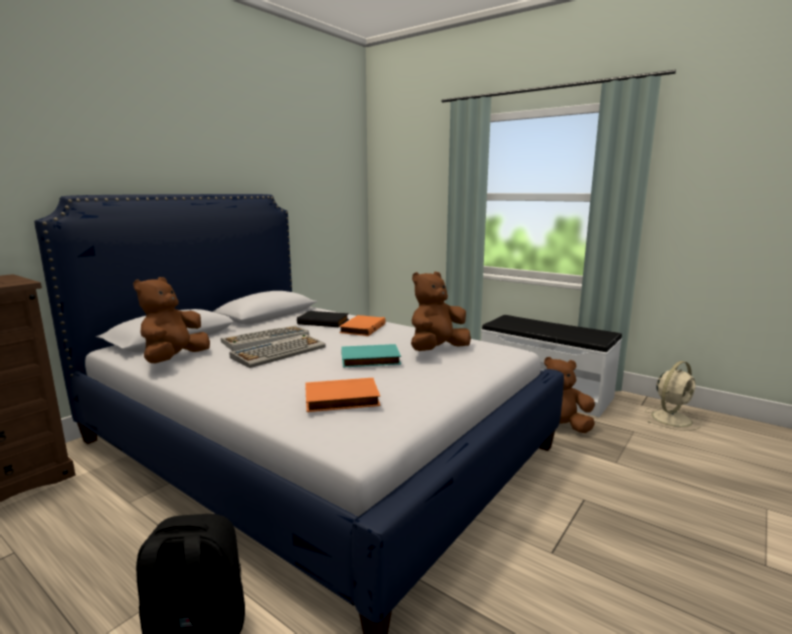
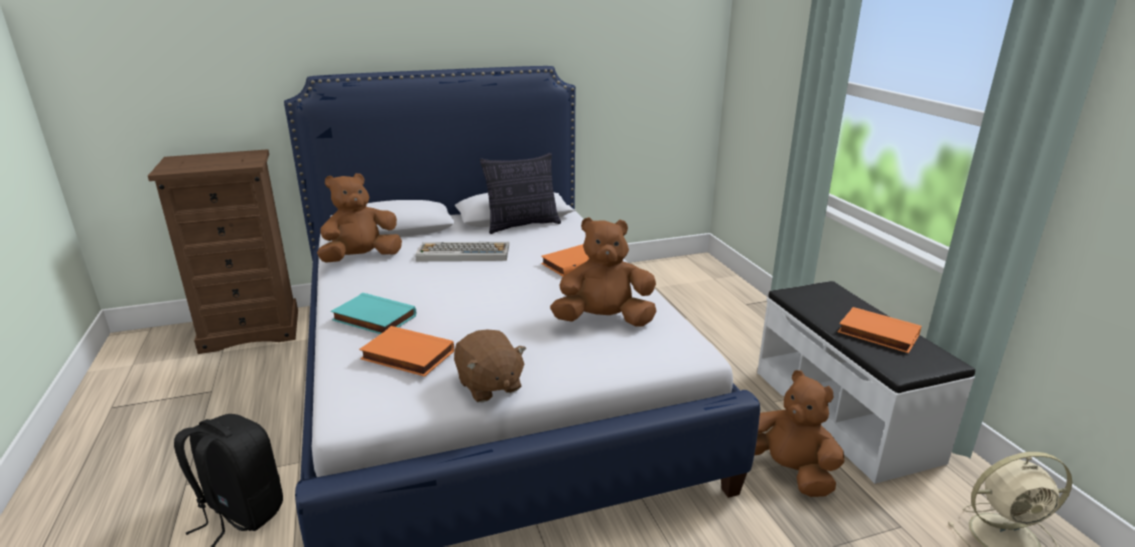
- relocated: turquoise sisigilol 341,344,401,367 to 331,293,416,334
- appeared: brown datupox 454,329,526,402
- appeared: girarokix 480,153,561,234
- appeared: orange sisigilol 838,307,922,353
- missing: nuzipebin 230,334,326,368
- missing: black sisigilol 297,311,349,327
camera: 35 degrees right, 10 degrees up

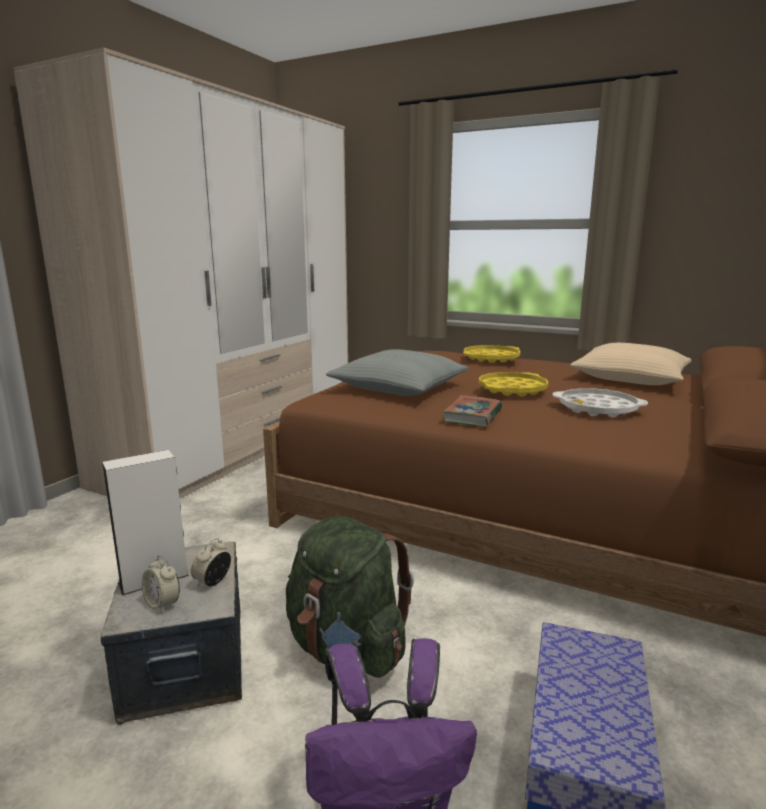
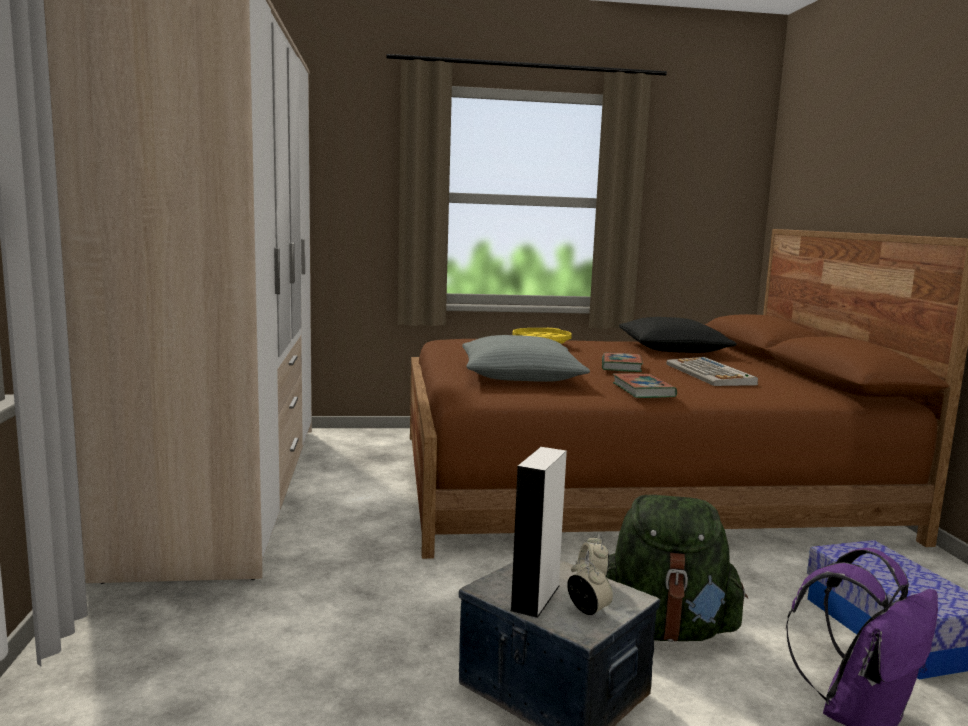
- spun: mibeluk 142,555,180,613 = 567,558,613,615 135 degrees counterclockwise
- exchanged: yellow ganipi 479,372,548,397 to sisigilol 602,353,643,372
- colour: beige girarokix 570,343,691,385 to black girarokix 619,317,737,353
- exchanged: white ganipi 553,388,648,417 to nuzipebin 666,357,758,386
camera: 35 degrees left, 5 degrees down

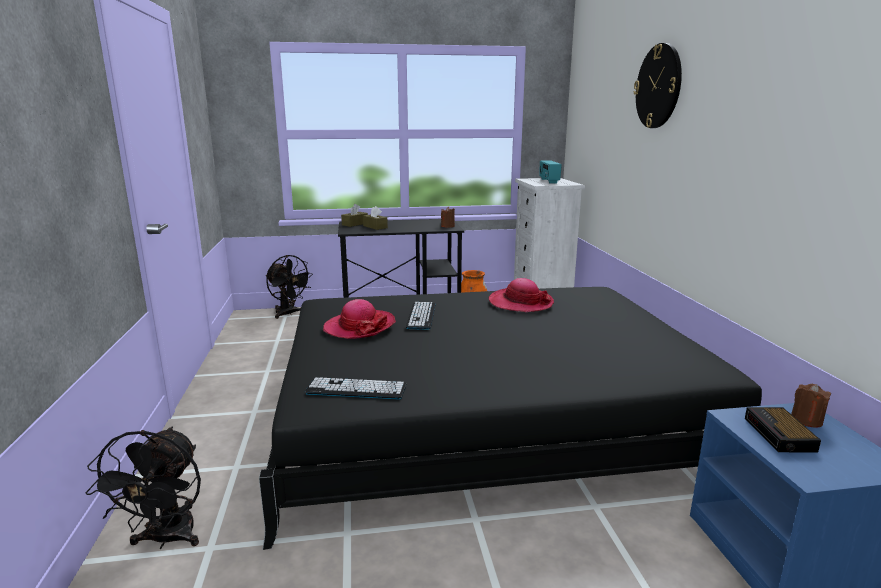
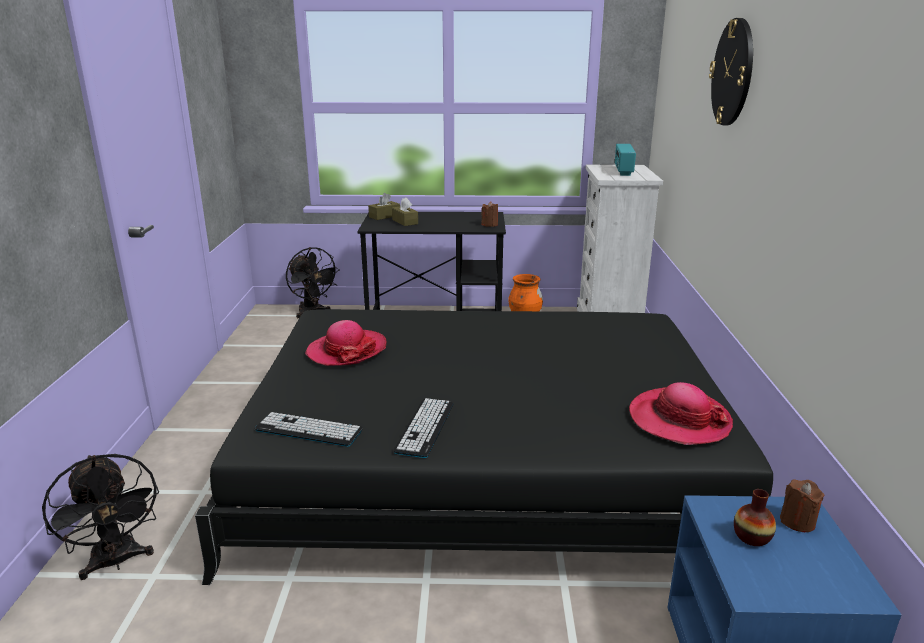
- spun: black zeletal 86,427,201,549 = 42,454,159,580 45 degrees counterclockwise
- relocated: nuzipebin 406,302,436,330 to 393,398,454,458
- relocated: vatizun 489,278,554,312 to 629,382,733,445
- exchanged: mibeluk 745,407,821,452 to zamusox 734,489,776,546
camera: 10 degrees right, 5 degrees up

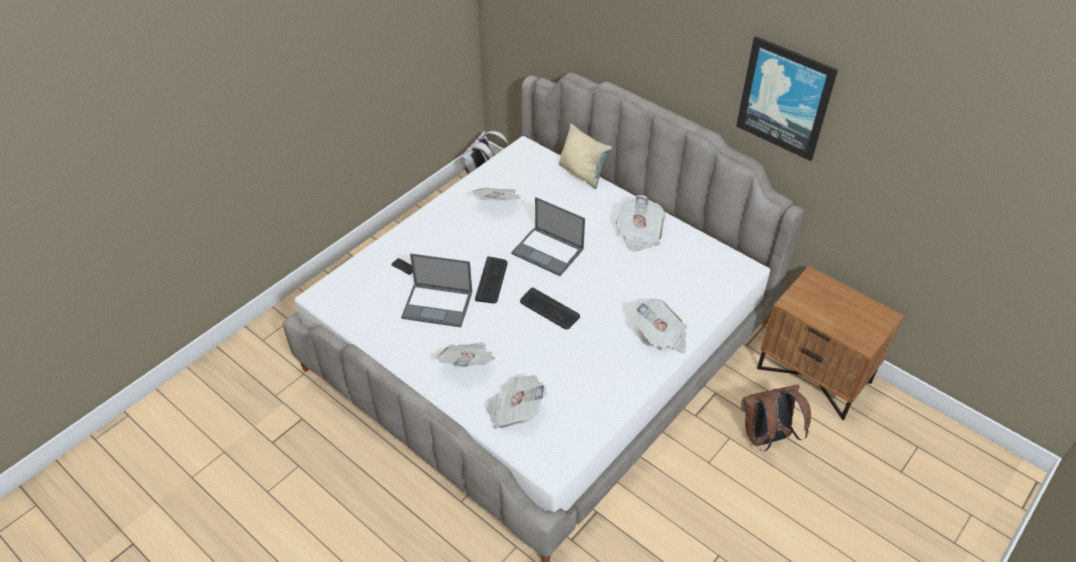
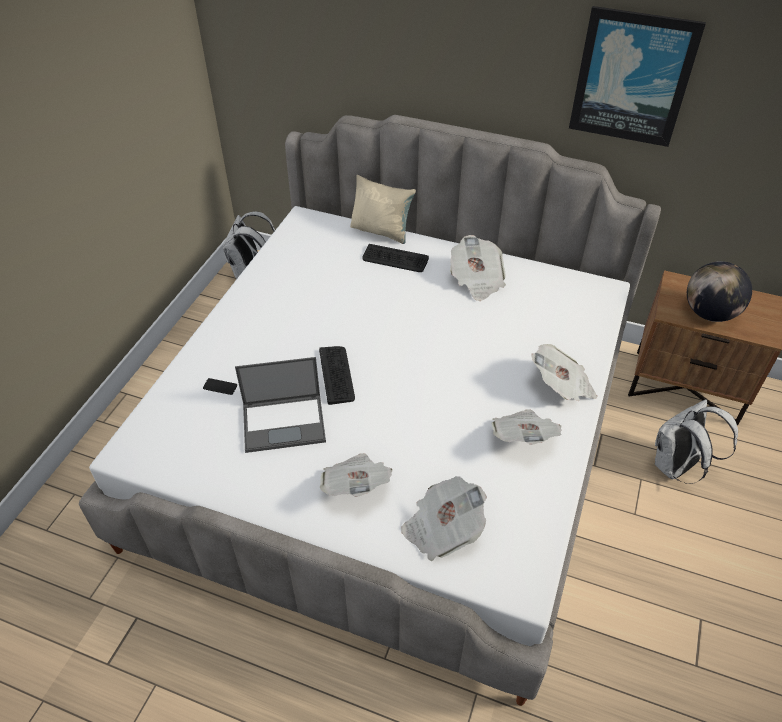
- relocated: nuzipebin 520,287,580,329 to 362,244,429,272
- relocated: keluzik 472,187,521,200 to 492,409,562,445
- colour: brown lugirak 741,384,811,451 to white lugirak 655,399,738,484
- appeared: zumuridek 687,261,752,322
- missing: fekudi 511,197,585,276
camera: 20 degrees left, 0 degrees up

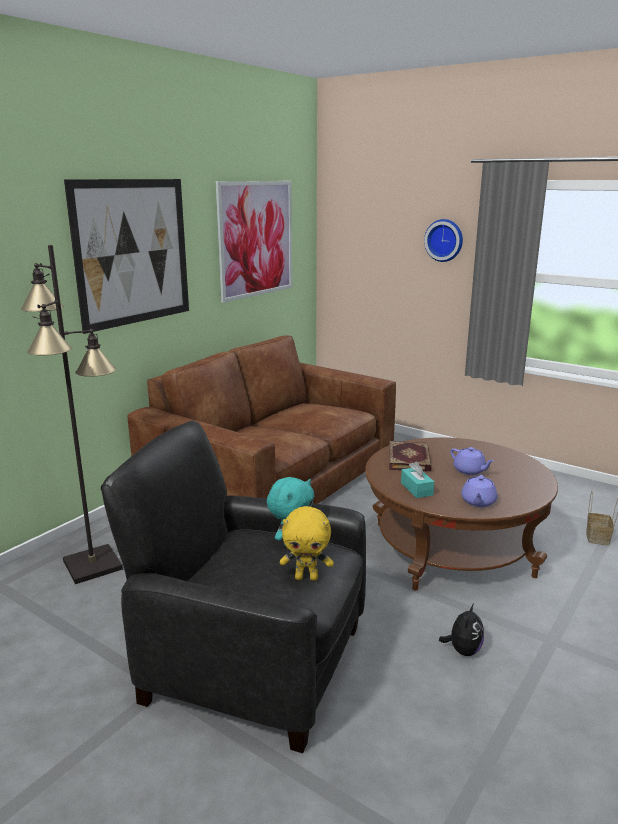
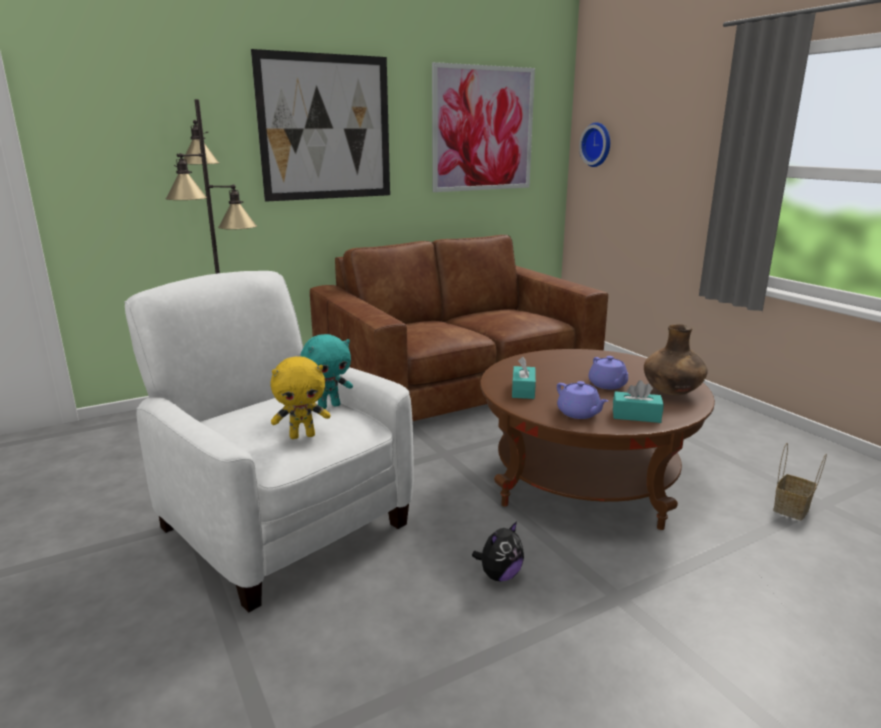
- colour: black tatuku 101,420,366,753 to white tatuku 124,271,414,612
- spun: yellow datupox 280,506,333,581 = 270,356,331,439 45 degrees counterclockwise
- spun: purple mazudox 461,475,497,507 = 557,381,608,419 75 degrees counterclockwise
- relocated: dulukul 424,219,463,262 to 579,122,610,167
- appeared: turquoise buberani 613,380,664,423
- appeared: brown zamusox 644,324,708,395
- missing: sisigilol 389,441,432,472
camera: 25 degrees right, 0 degrees up

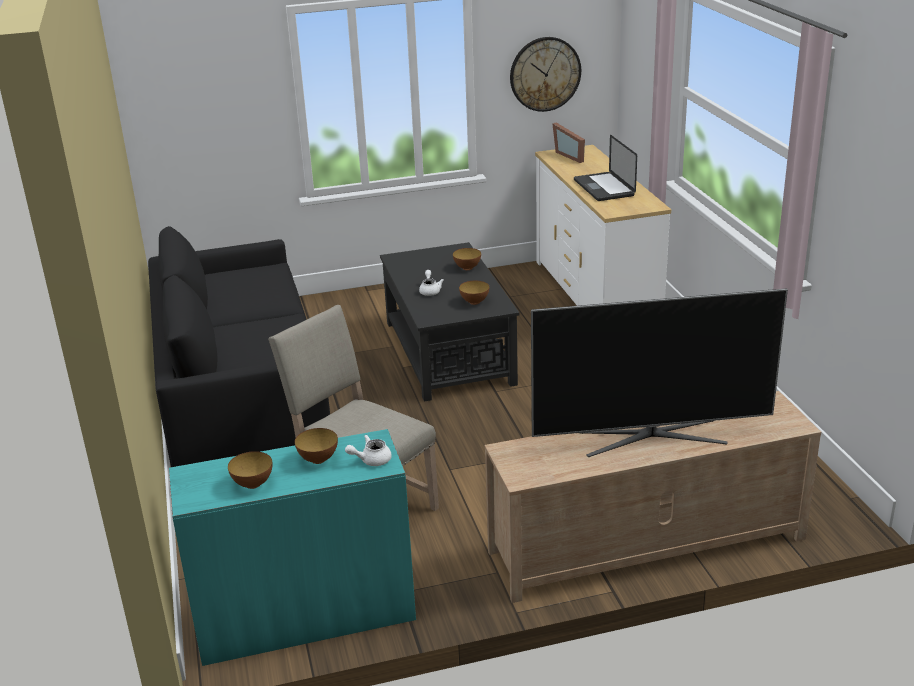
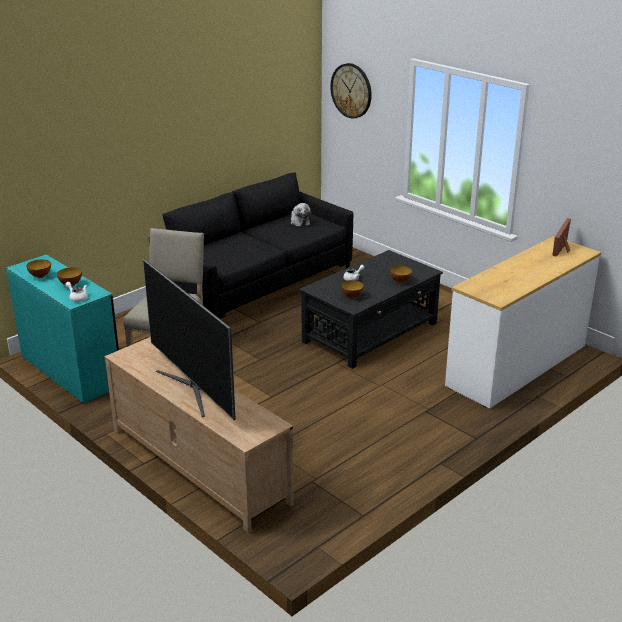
- appeared: datupox 291,203,312,227
- relocated: dulukul 510,37,581,112 to 330,63,372,119
- missing: fekudi 574,135,637,201
camera: 60 degrees right, 0 degrees up

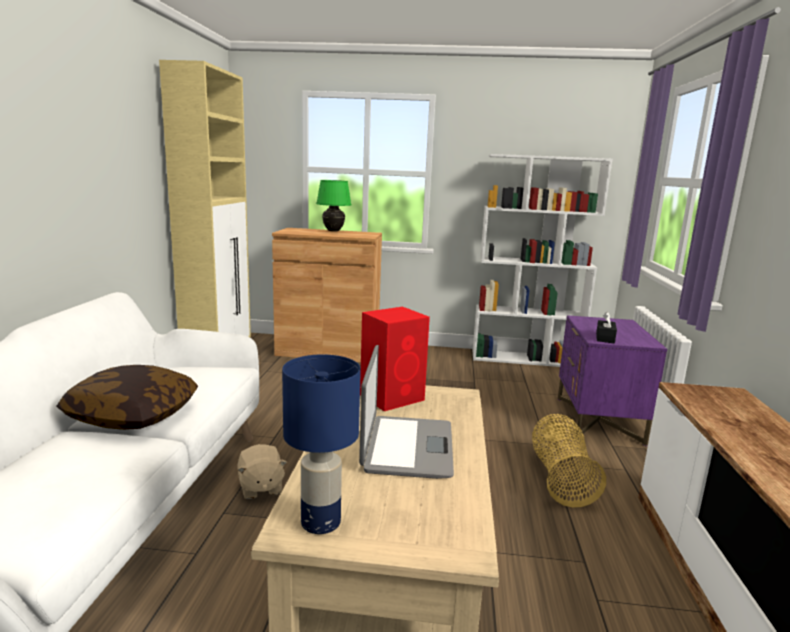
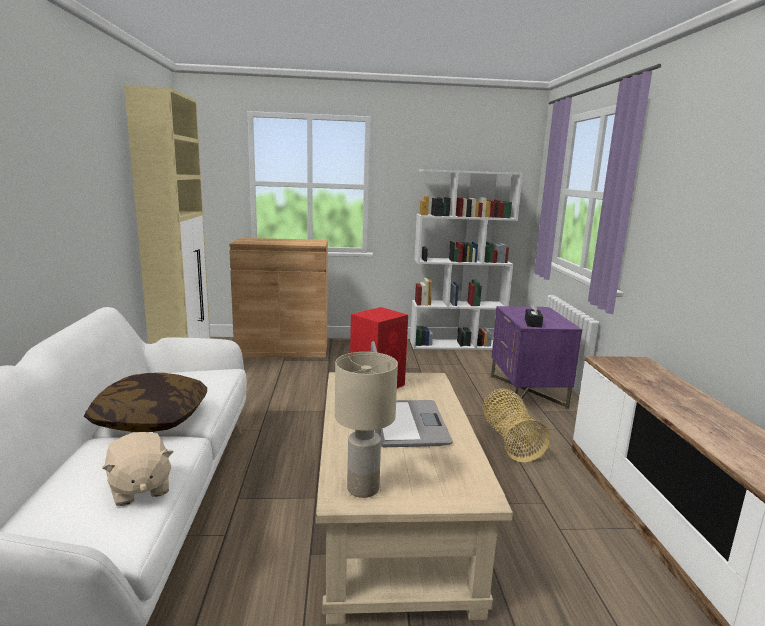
- relocated: beige datupox 237,444,287,499 to 102,432,173,506
- colour: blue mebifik 282,354,361,534 to beige mebifik 335,352,398,498
- missing: green mebifik 316,180,351,232
camera: 10 degrees left, 0 degrees up

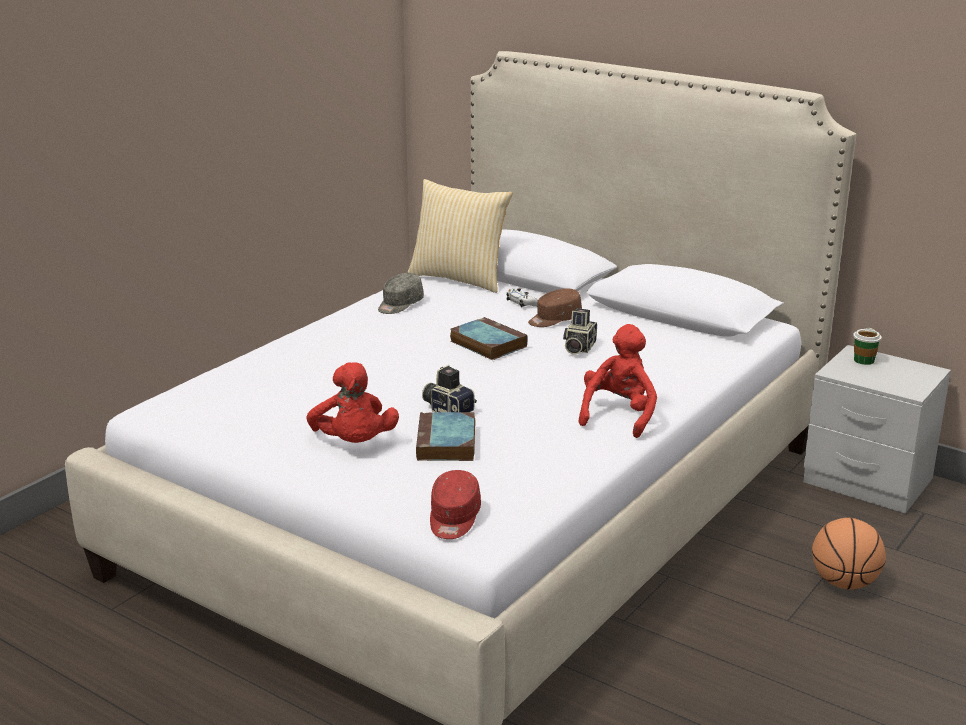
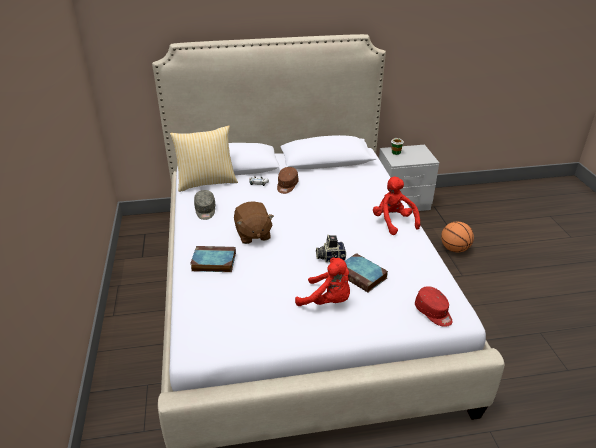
- relocated: sisigilol 450,317,527,360 to 190,246,236,272
- appeared: brown datupox 234,202,274,244
- missing: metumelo 563,308,597,355
camera: 45 degrees left, 10 degrees up

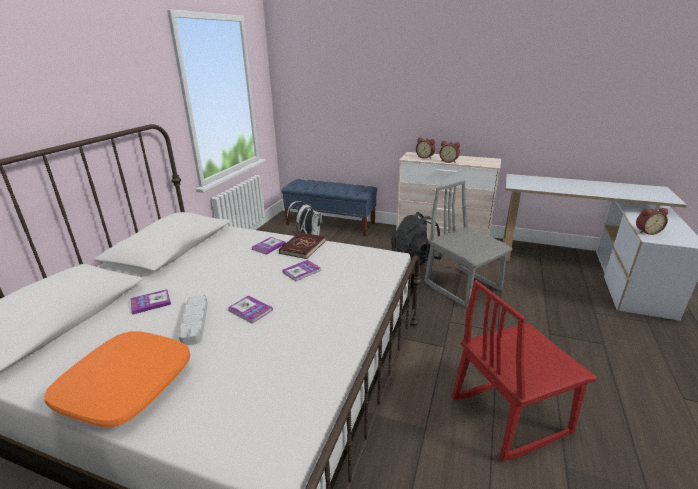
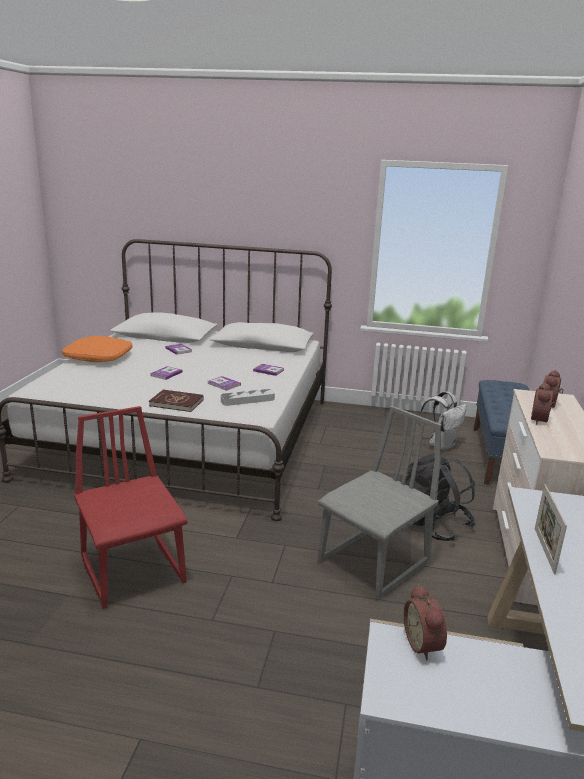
- relocated: red sisigilol 279,232,326,259 to 149,390,204,412
- relocated: grey ganipi 178,295,208,345 to 221,389,275,406
- appeared: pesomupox 535,484,567,575
camera: 80 degrees right, 5 degrees down

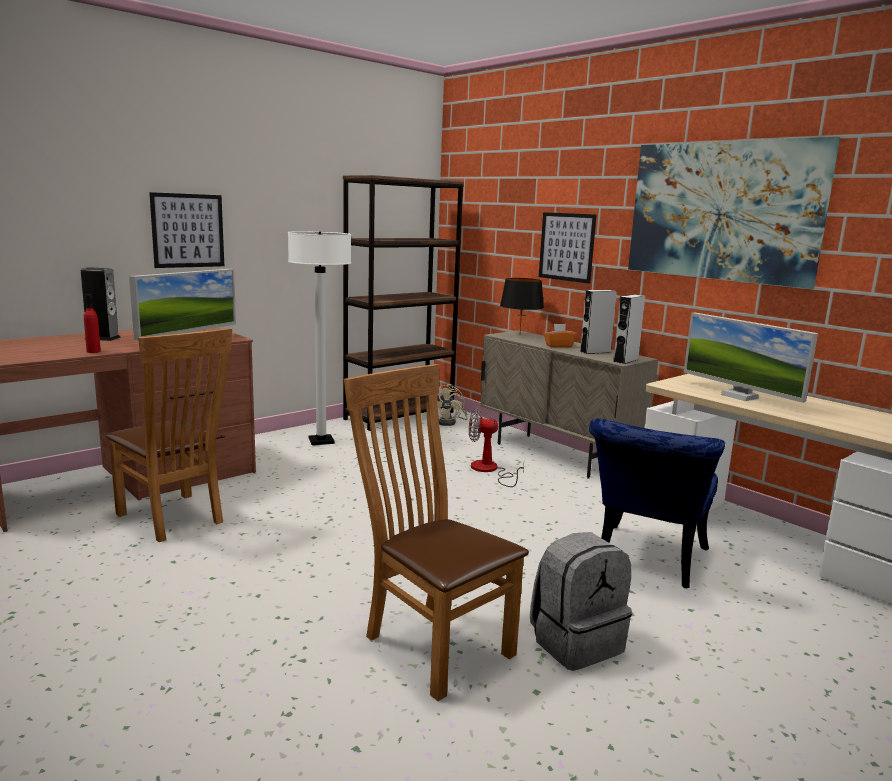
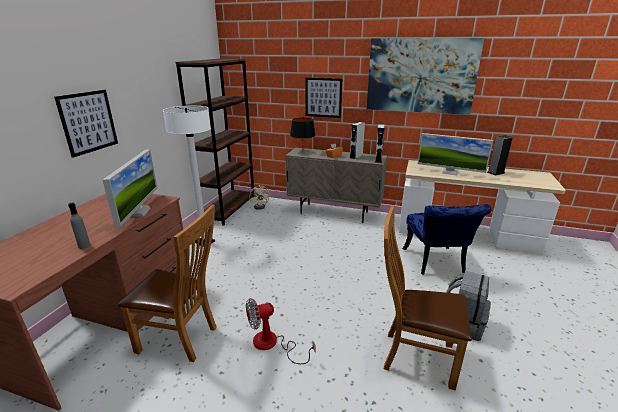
- colour: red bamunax 84,294,101,353 to grey bamunax 68,202,90,249
- relocated: zeletal 469,408,524,487 to 246,298,316,364
- relocated: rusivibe 81,267,121,341 to 487,135,513,175
camera: 30 degrees left, 10 degrees up

